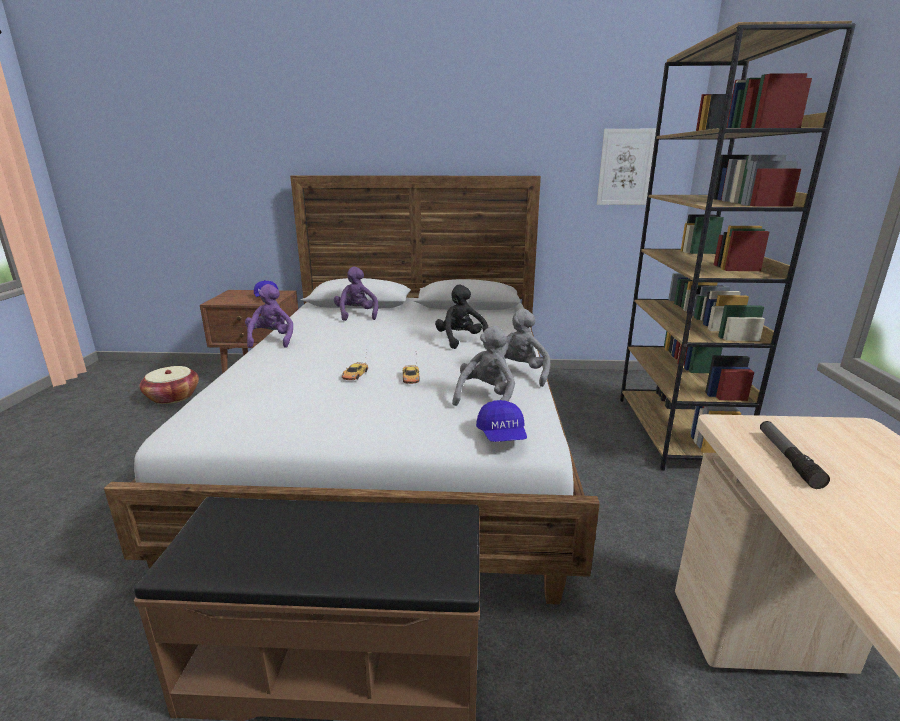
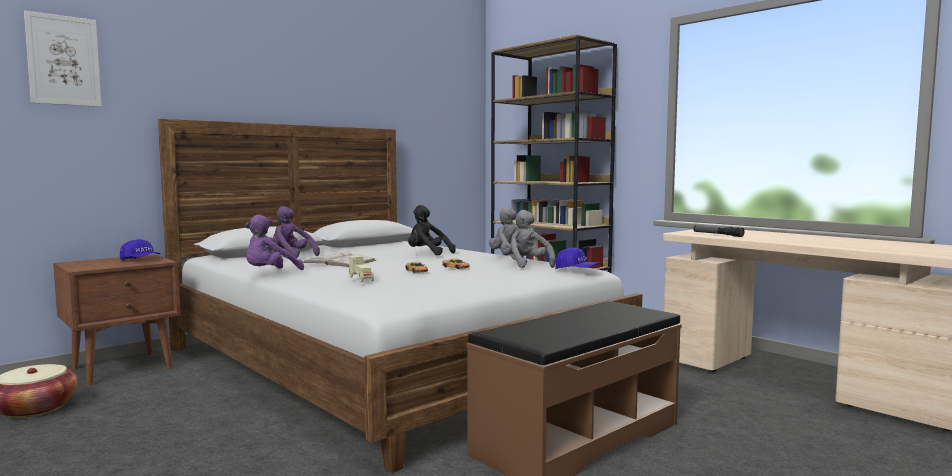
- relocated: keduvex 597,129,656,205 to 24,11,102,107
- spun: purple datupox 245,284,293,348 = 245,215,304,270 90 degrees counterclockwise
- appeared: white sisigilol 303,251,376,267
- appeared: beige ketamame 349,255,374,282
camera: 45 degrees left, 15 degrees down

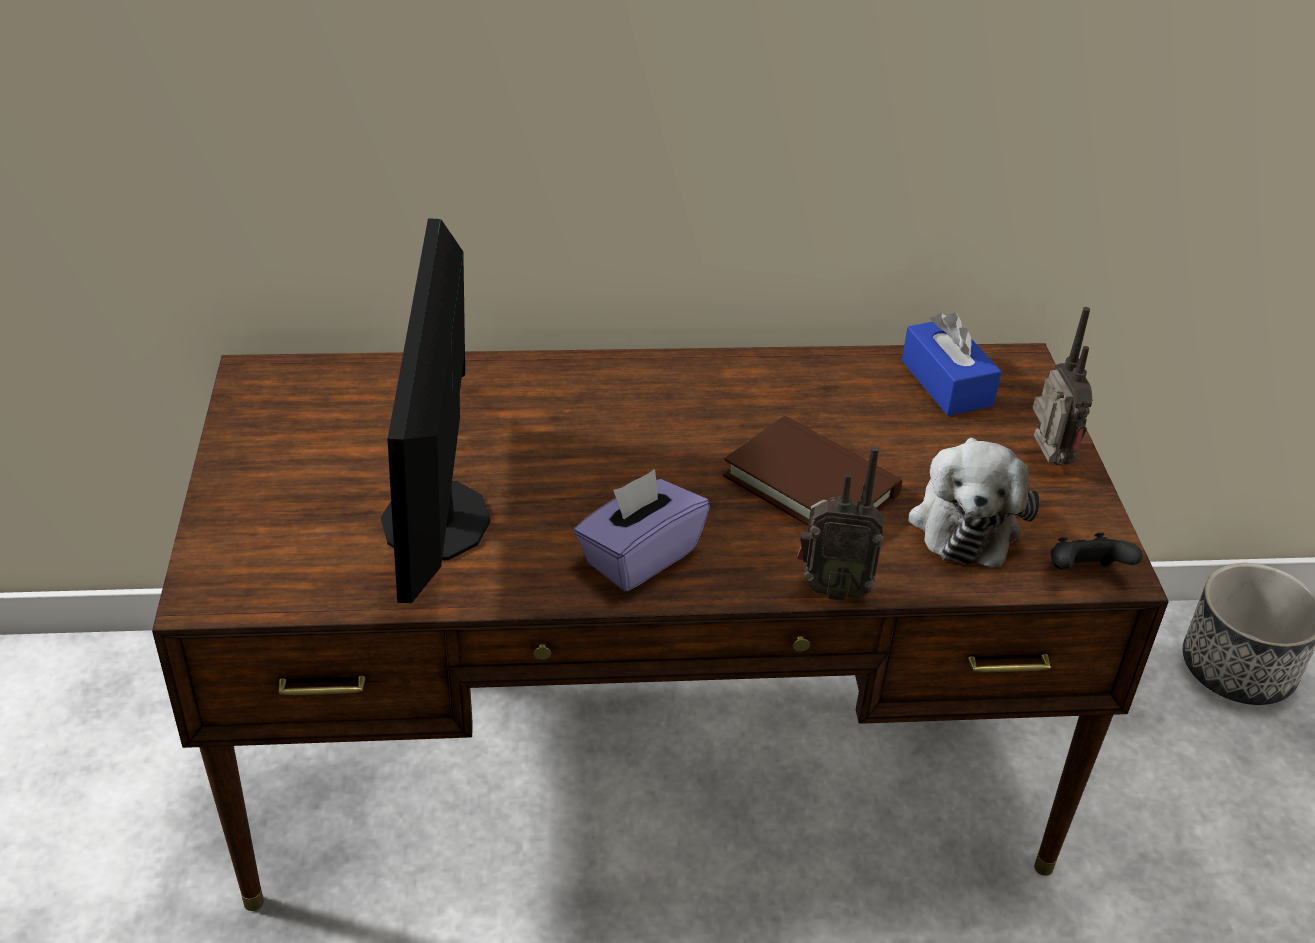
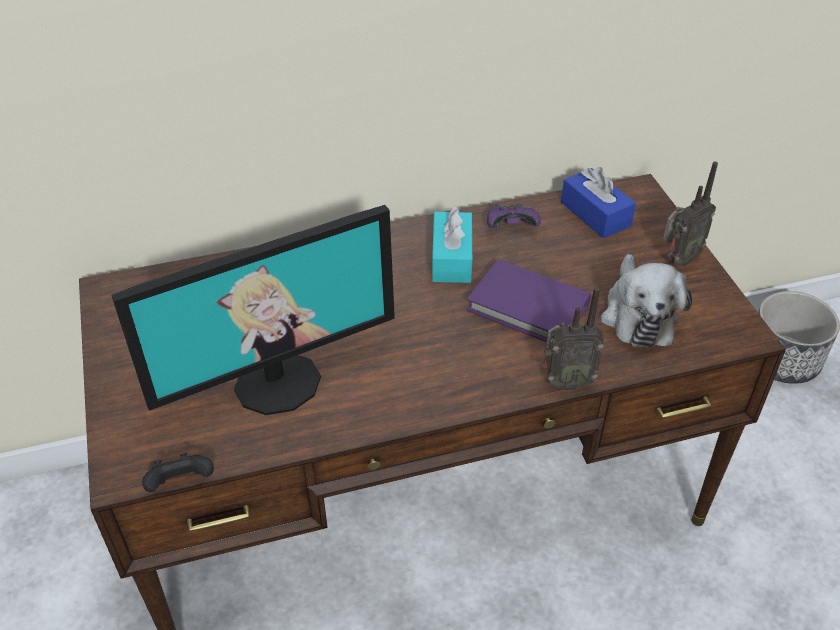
- spun: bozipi 381,218,490,603 = 111,205,395,415 105 degrees counterclockwise
- relocated: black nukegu 1051,533,1143,569 to 142,453,214,492
- appeared: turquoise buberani 432,206,472,283
- colour: brown sisigilol 723,416,902,526 to purple sisigilol 467,259,591,342
- appeared: purple nukegu 487,204,541,228
- spun: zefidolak 1033,307,1093,465 = 663,162,718,266 75 degrees clockwise
- missing: purple buberani 574,469,710,591
camera: 10 degrees left, 5 degrees up

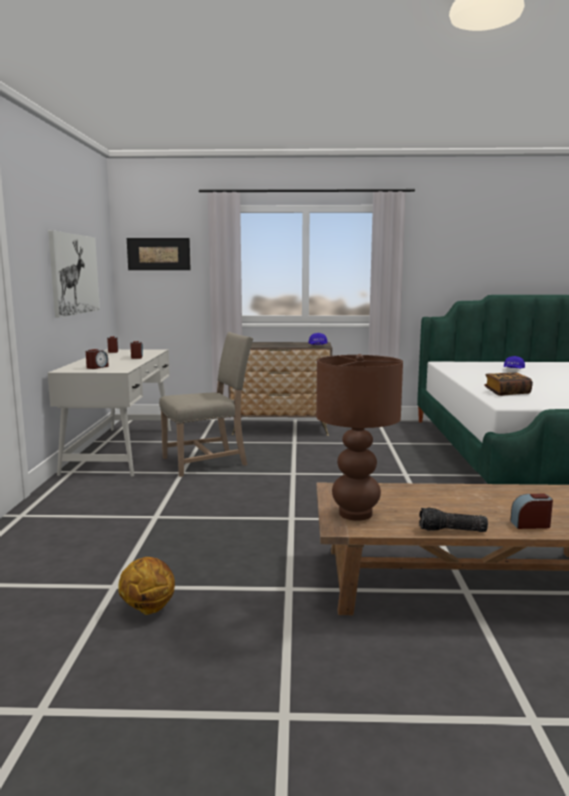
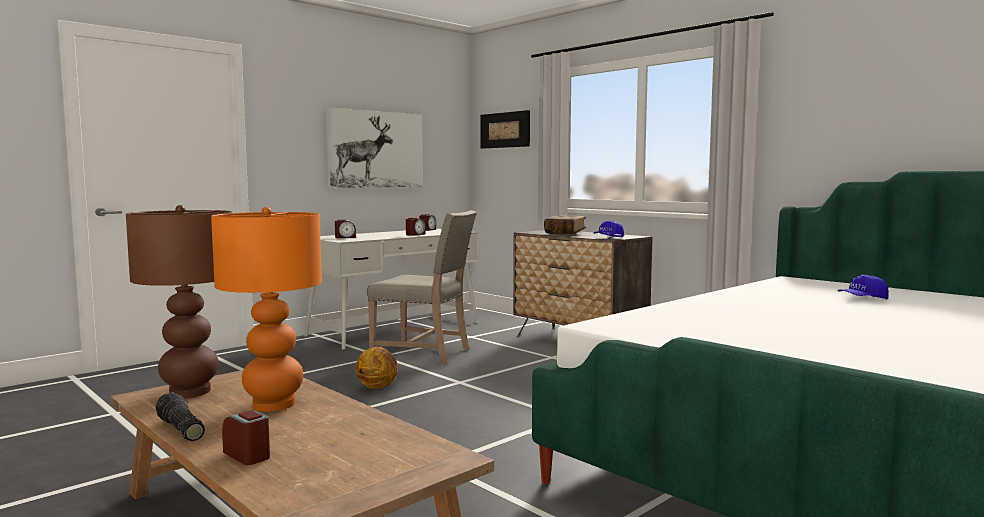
- appeared: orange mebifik 211,207,322,412
- relocated: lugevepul 118,557,175,615 to 355,347,398,389
- relocated: sisigilol 484,372,533,396 to 544,215,586,234
camera: 45 degrees right, 5 degrees down

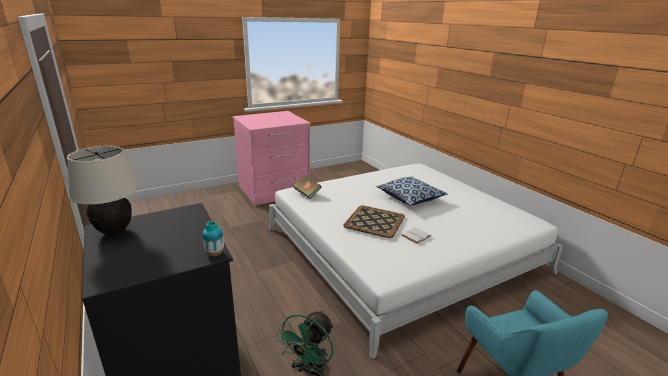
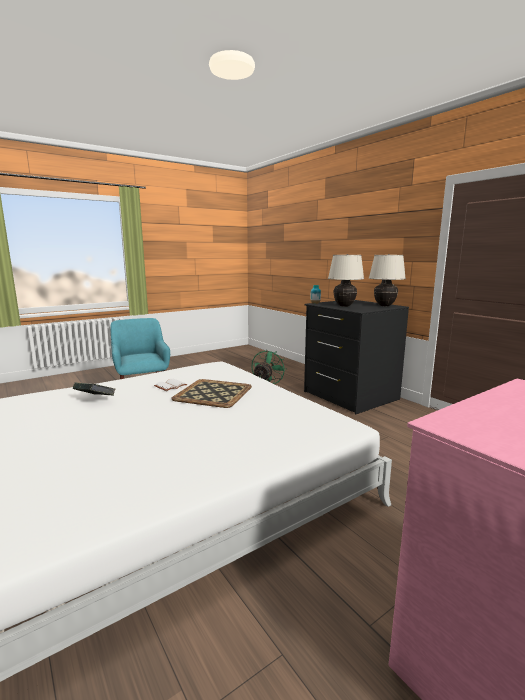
- relocated: sisigilol 293,175,321,199 to 73,382,115,396
- appeared: beige mebifik 328,254,364,307
- missing: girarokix 376,177,448,206
camera: 175 degrees right, 10 degrees down

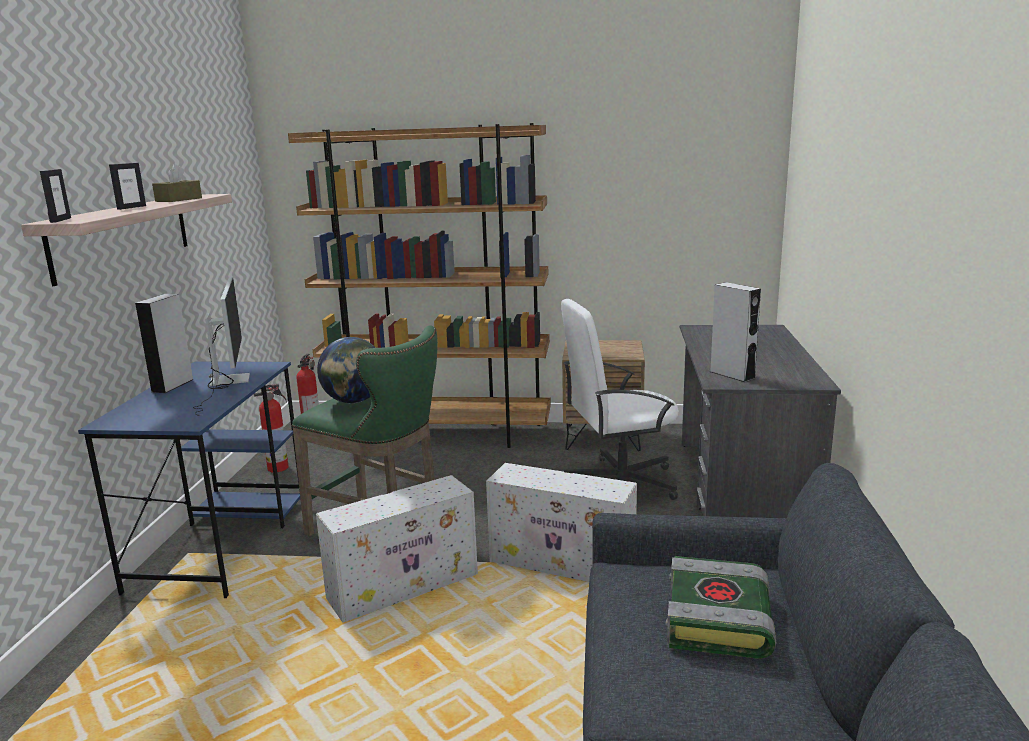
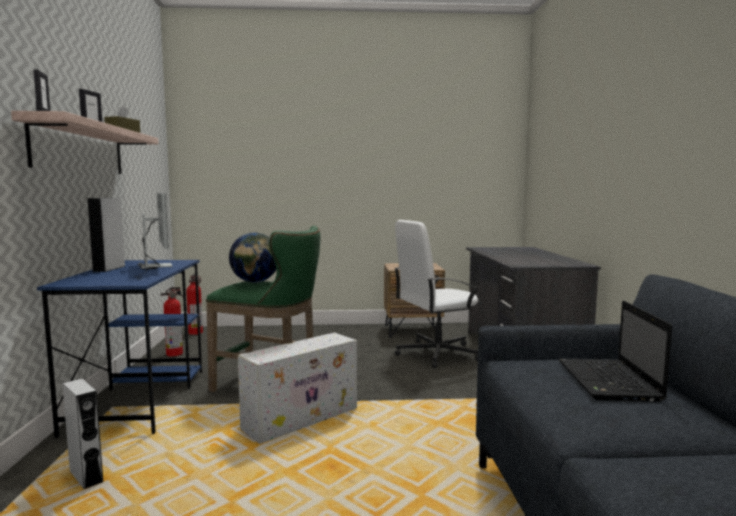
- relocated: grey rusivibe 710,282,761,382 to 62,379,103,489
- exchanged: sisigilol 666,556,776,658 to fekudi 558,301,672,402
- missing: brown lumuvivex 288,123,551,448
- missing: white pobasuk 486,463,637,582
camera: 10 degrees left, 10 degrees down

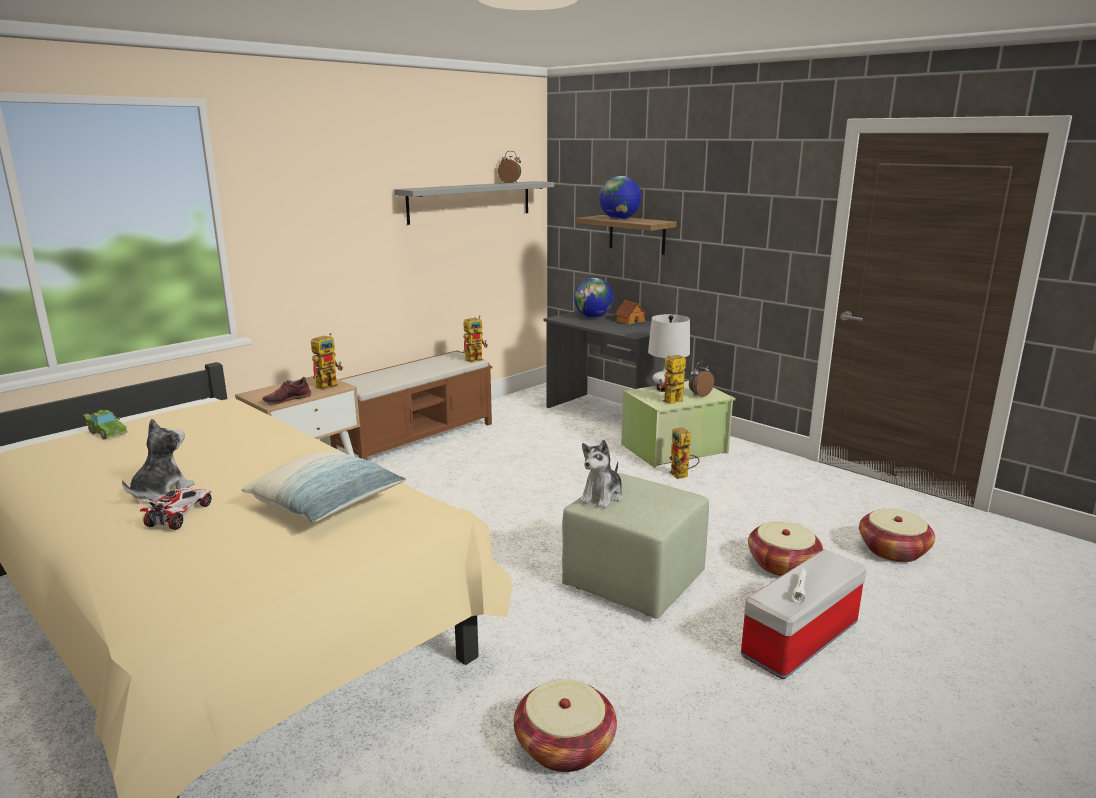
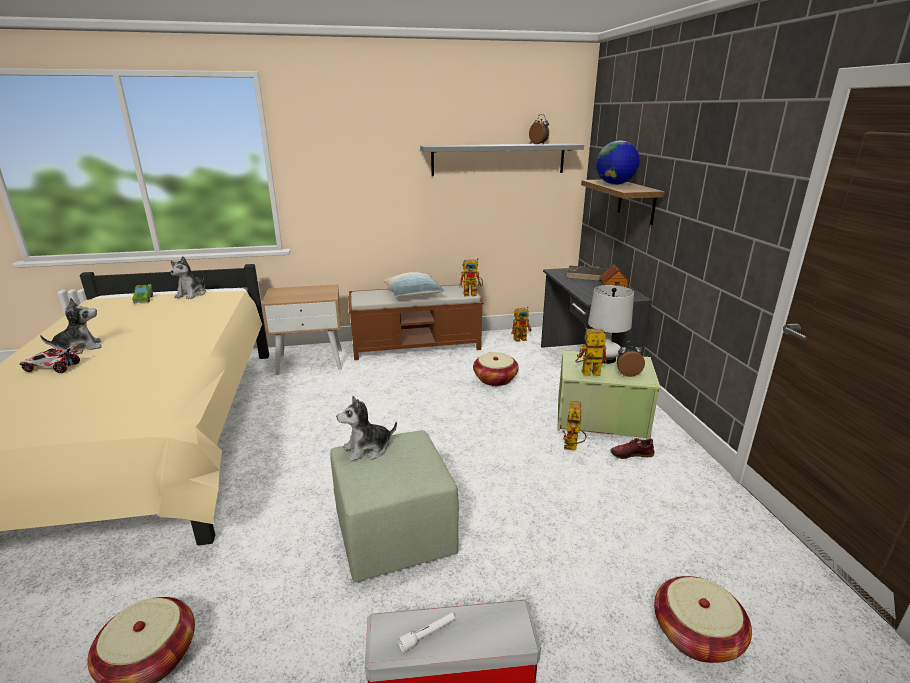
- spun: ketamame 137,487,212,530 = 19,344,80,373 135 degrees counterclockwise
- appeared: datupox 170,256,206,299
- relocated: girarokix 242,450,406,522 to 384,272,444,297
- relocated: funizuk 748,521,823,576 to 473,352,519,386
- relocated: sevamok 311,333,343,390 to 511,307,532,342
- exchanged: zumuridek 574,278,614,318 to brown sisigilol 566,265,607,281
- relocated: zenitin 262,377,311,405 to 610,438,655,459
camera: 35 degrees right, 5 degrees up

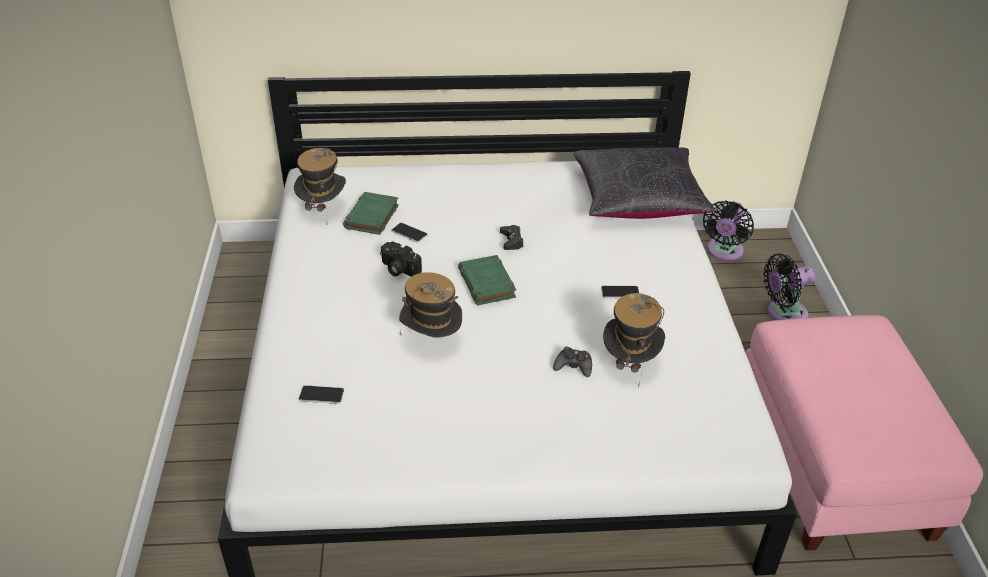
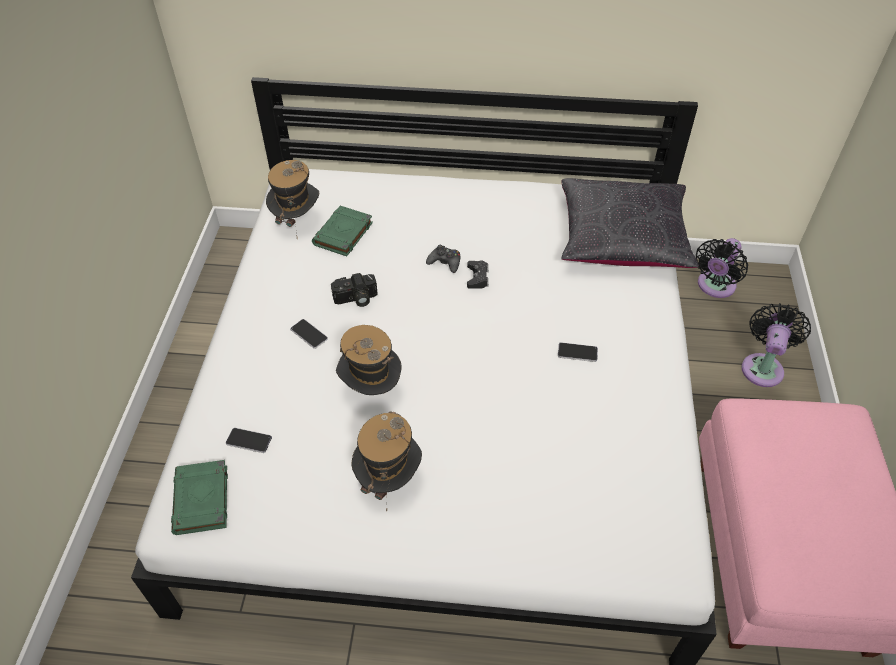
- relocated: green sisigilol 458,255,516,305 to 171,460,228,535
- relocated: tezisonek 391,223,427,243 to 290,319,328,349
- spun: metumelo 380,242,422,277 = 331,273,378,307 60 degrees counterclockwise
- relocated: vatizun 603,293,665,387 to 352,411,422,511
- relocated: black nukegu 553,347,592,377 to 426,245,461,273
- spun: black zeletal 763,253,815,320 = 742,303,811,387 120 degrees clockwise
camera: 10 degrees right, 10 degrees up

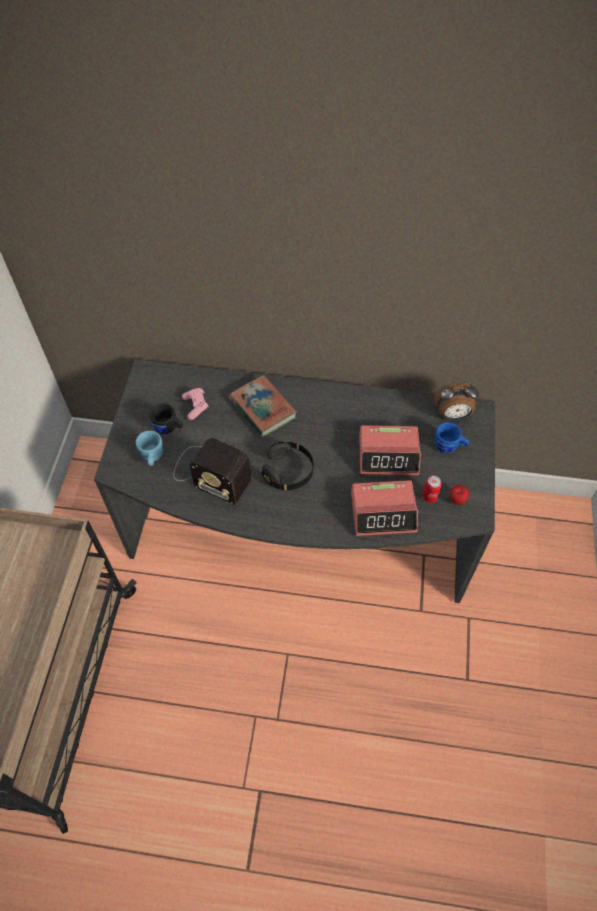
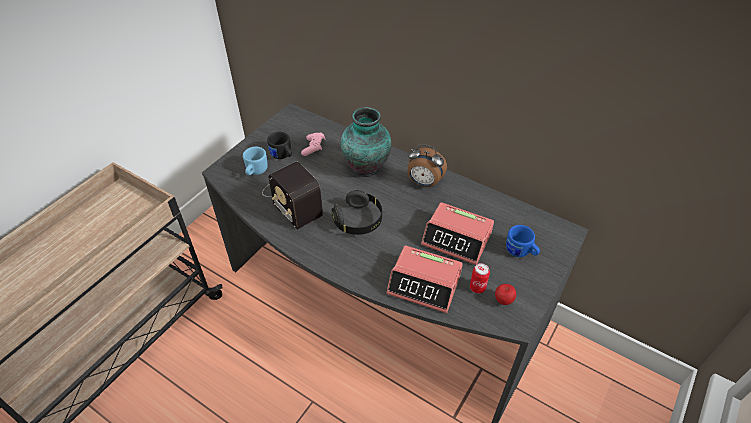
- exchanged: sisigilol 229,375,297,437 to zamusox 341,107,392,177
- relocated: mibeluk 434,382,479,421 to 407,144,447,187
camera: 25 degrees right, 10 degrees down

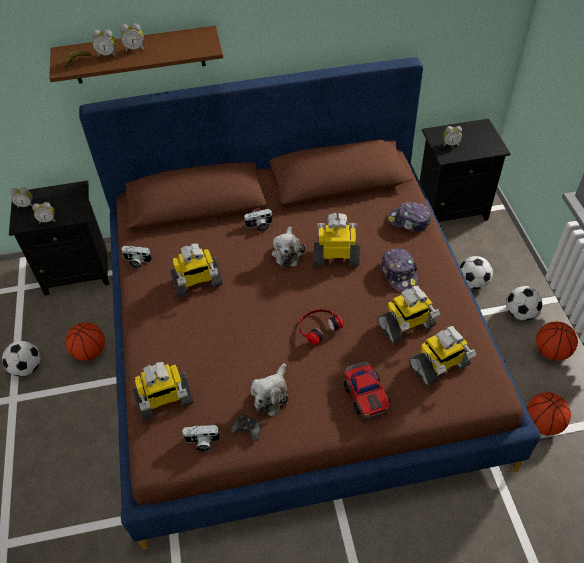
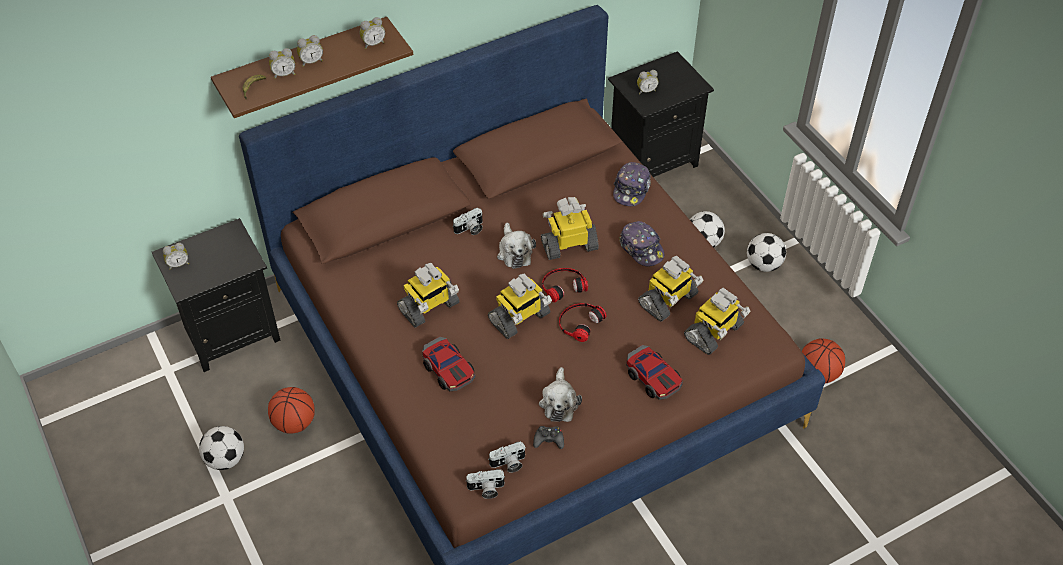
- relocated: mibeluk 32,202,56,224 to 360,17,385,49
- appeared: ketamame 422,337,475,392
- relocated: metumelo 122,246,152,268 to 465,469,506,499
- relocated: sevamok 133,362,194,420 to 488,273,552,339
- appeared: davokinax 542,268,588,302
- spun: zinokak 387,202,431,231 = 613,162,651,206 75 degrees counterclockwise
- missing: lugevepul 536,322,578,361
camera: 20 degrees left, 0 degrees up

